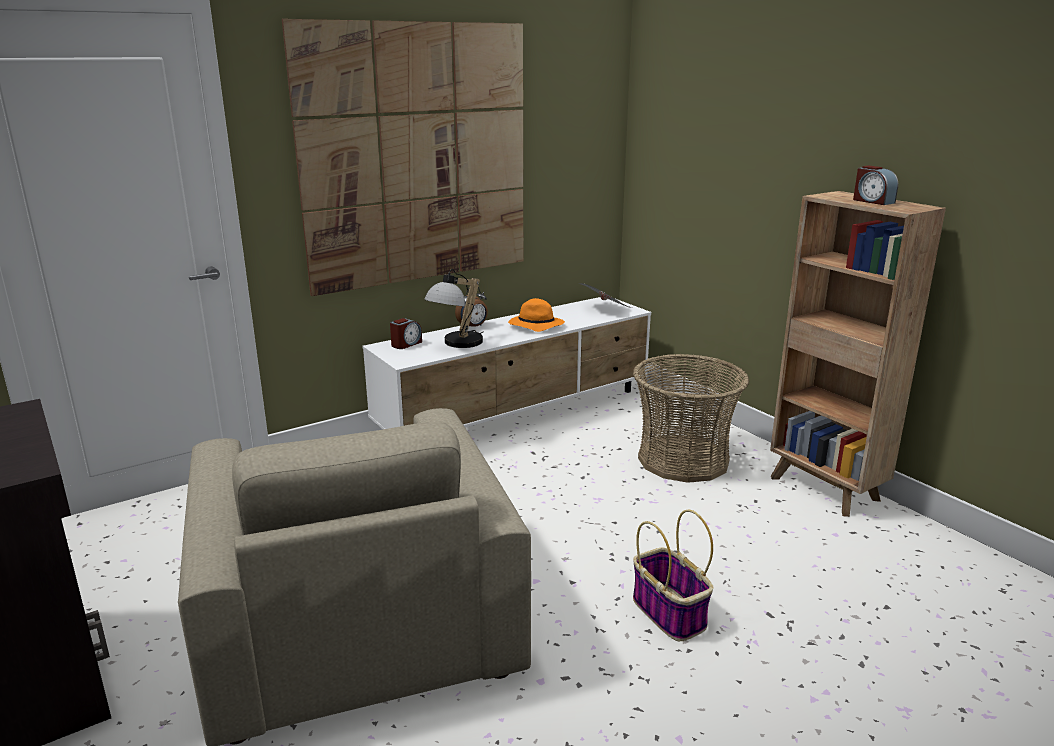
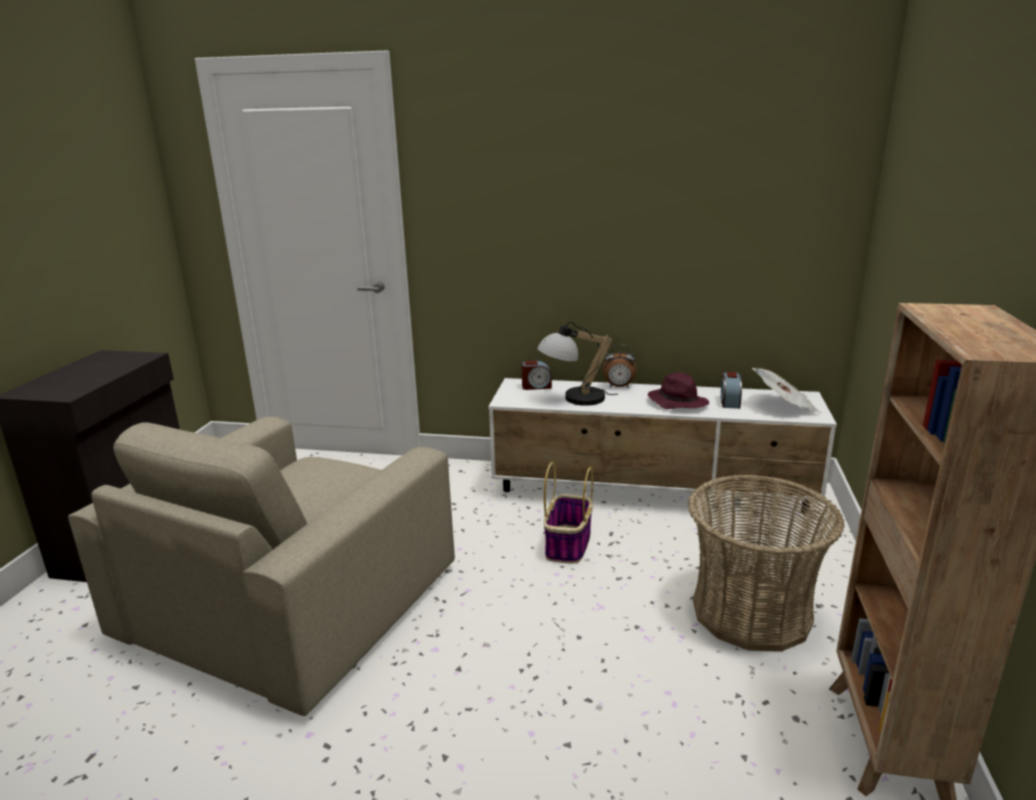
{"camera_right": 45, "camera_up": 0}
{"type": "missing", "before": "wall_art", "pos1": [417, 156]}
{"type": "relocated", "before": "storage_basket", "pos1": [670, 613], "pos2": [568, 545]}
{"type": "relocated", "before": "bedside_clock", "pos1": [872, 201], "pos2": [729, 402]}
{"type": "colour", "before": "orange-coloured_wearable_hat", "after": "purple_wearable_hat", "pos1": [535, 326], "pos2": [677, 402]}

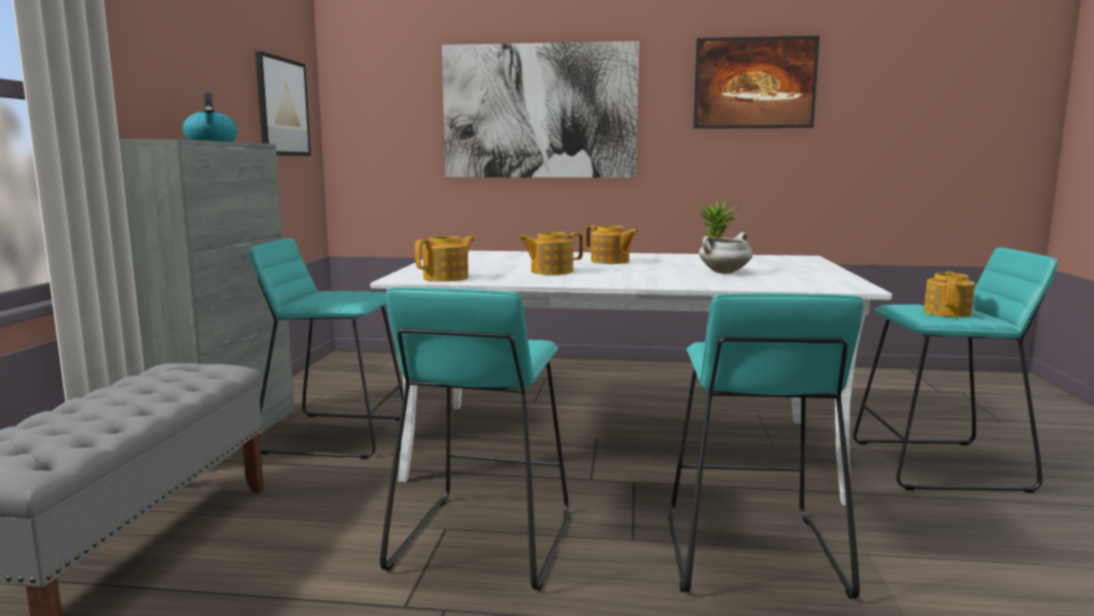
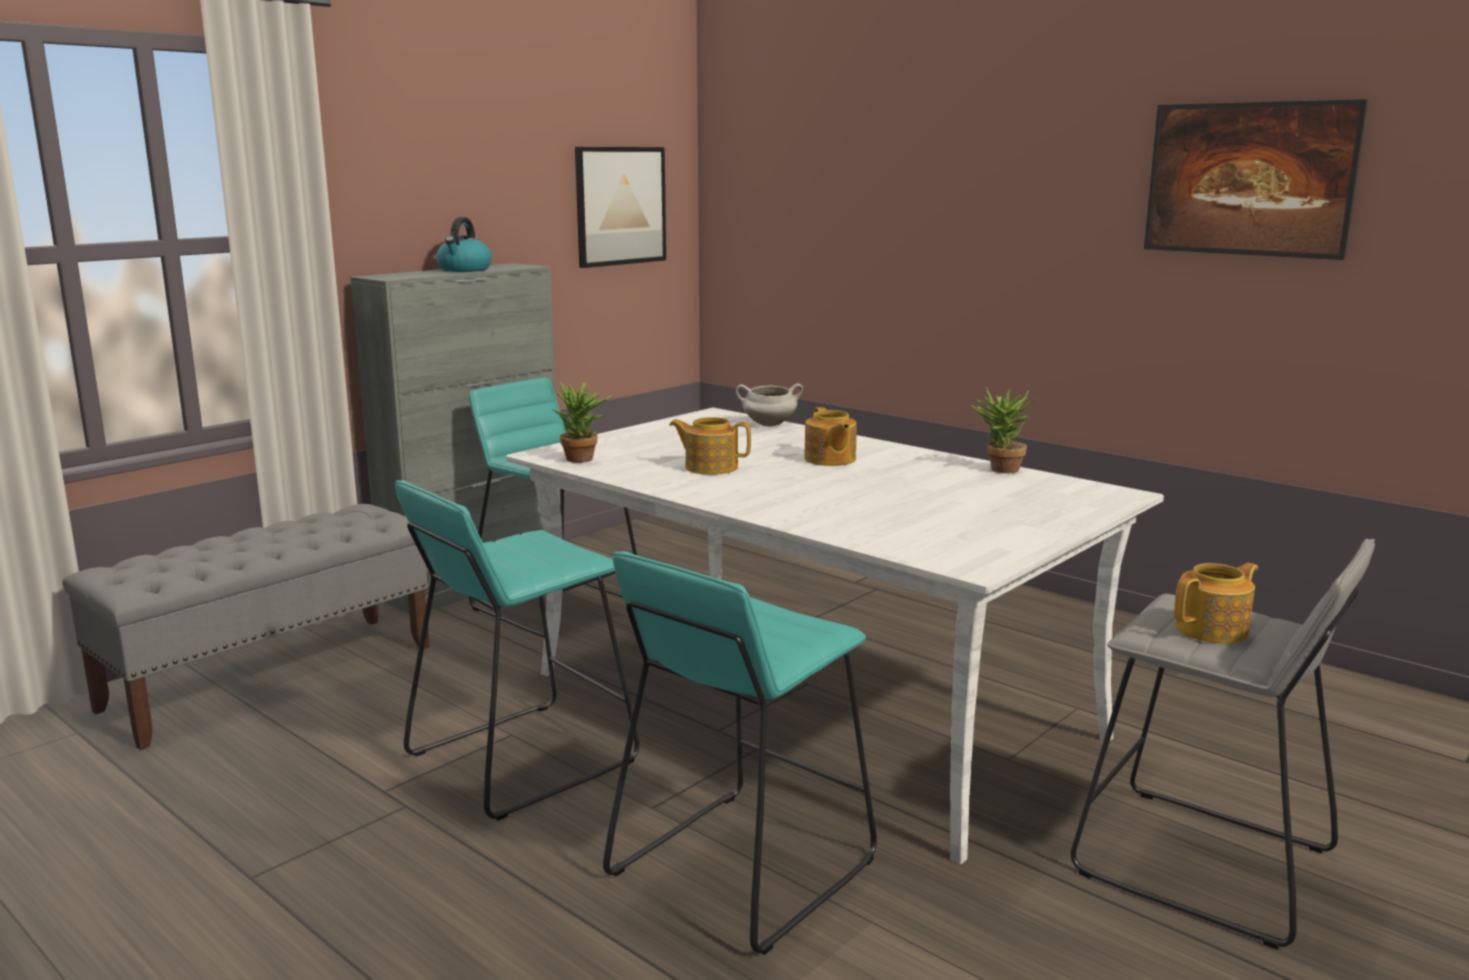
{"camera_right": 35, "camera_up": 5}
{"type": "missing", "before": "wall_art", "pos1": [539, 111]}
{"type": "relocated", "before": "white_stockpot", "pos1": [724, 273], "pos2": [768, 425]}
{"type": "exchanged", "before": "teapot", "after": "potted_plant", "pos1": [447, 278], "pos2": [584, 460]}
{"type": "colour", "before": "turquoise-coloured_stool_seat", "after": "gray_stool_seat", "pos1": [939, 466], "pos2": [1203, 864]}

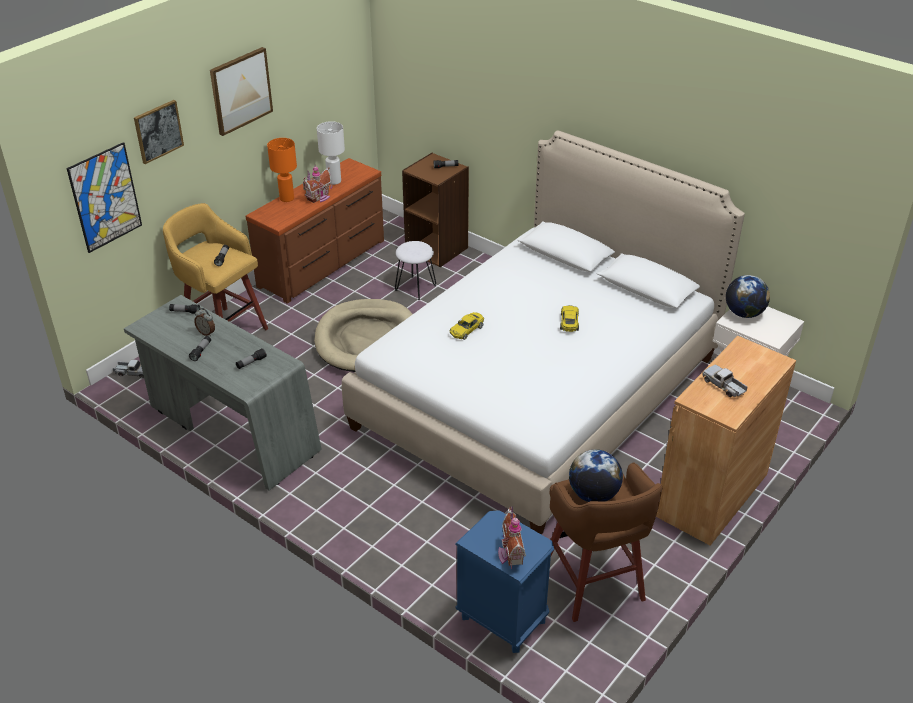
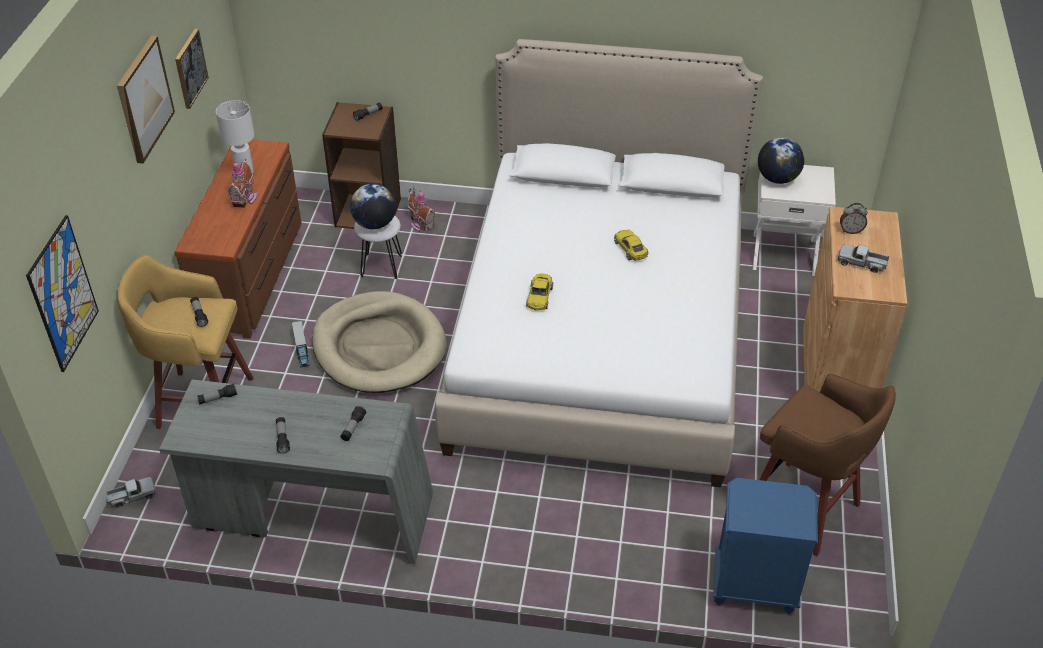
{"camera_right": -30, "camera_up": 5}
{"type": "missing", "before": "orange-coloured_tabletop_lamp", "pos1": [287, 198]}
{"type": "appeared", "after": "toy_lorry", "pos2": [301, 349]}
{"type": "relocated", "before": "wall_art", "pos1": [158, 131], "pos2": [190, 68]}
{"type": "relocated", "before": "bedside_clock", "pos1": [206, 332], "pos2": [851, 231]}
{"type": "relocated", "before": "model_house", "pos1": [509, 554], "pos2": [420, 224]}
{"type": "relocated", "before": "world_globe", "pos1": [593, 494], "pos2": [374, 224]}

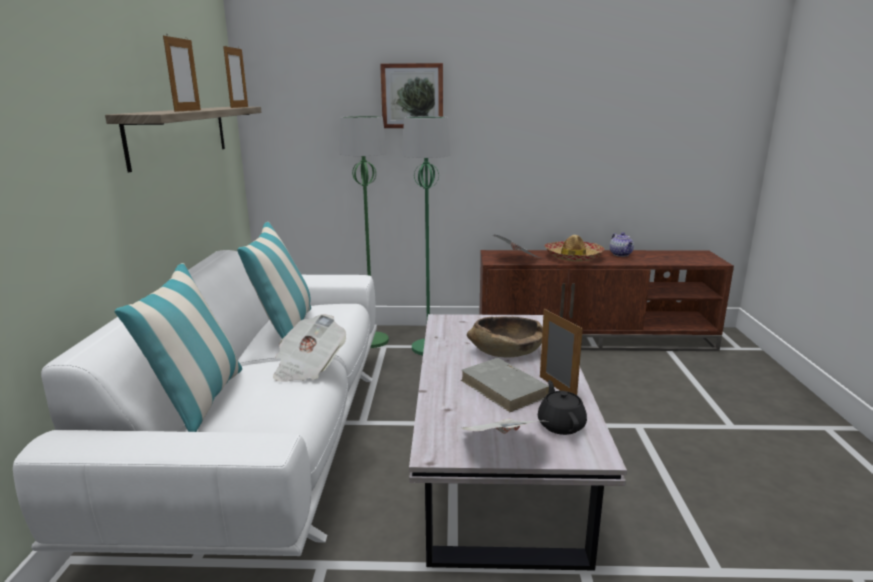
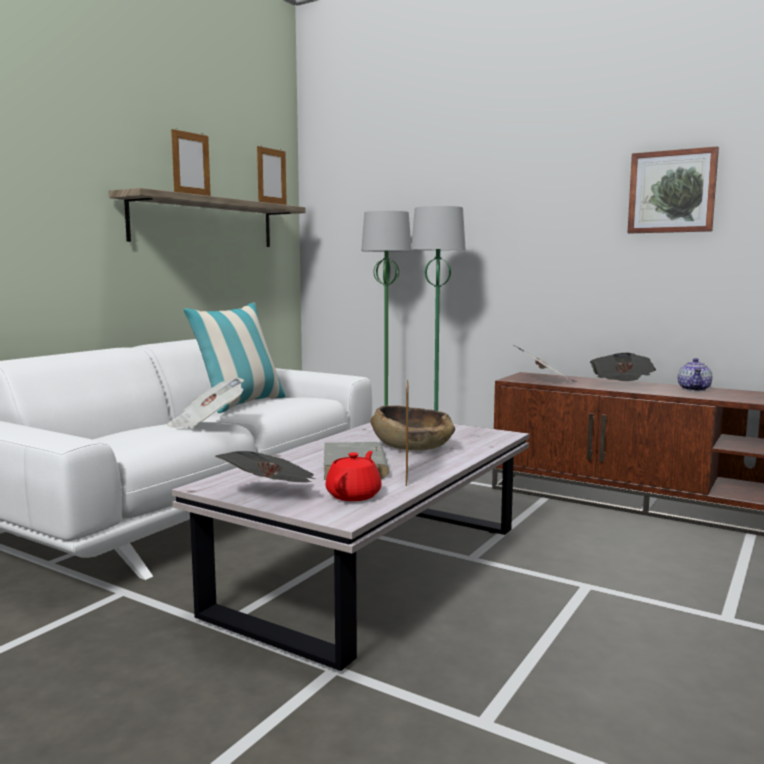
{"camera_right": 30, "camera_up": -10}
{"type": "missing", "before": "throw_pillow", "pos1": [199, 400]}
{"type": "relocated", "before": "wall_art", "pos1": [412, 96], "pos2": [672, 192]}
{"type": "exchanged", "before": "wearable_hat", "after": "newspaper", "pos1": [573, 257], "pos2": [621, 385]}
{"type": "colour", "before": "black-coloured_teapot", "after": "red-coloured_teapot", "pos1": [561, 424], "pos2": [354, 495]}

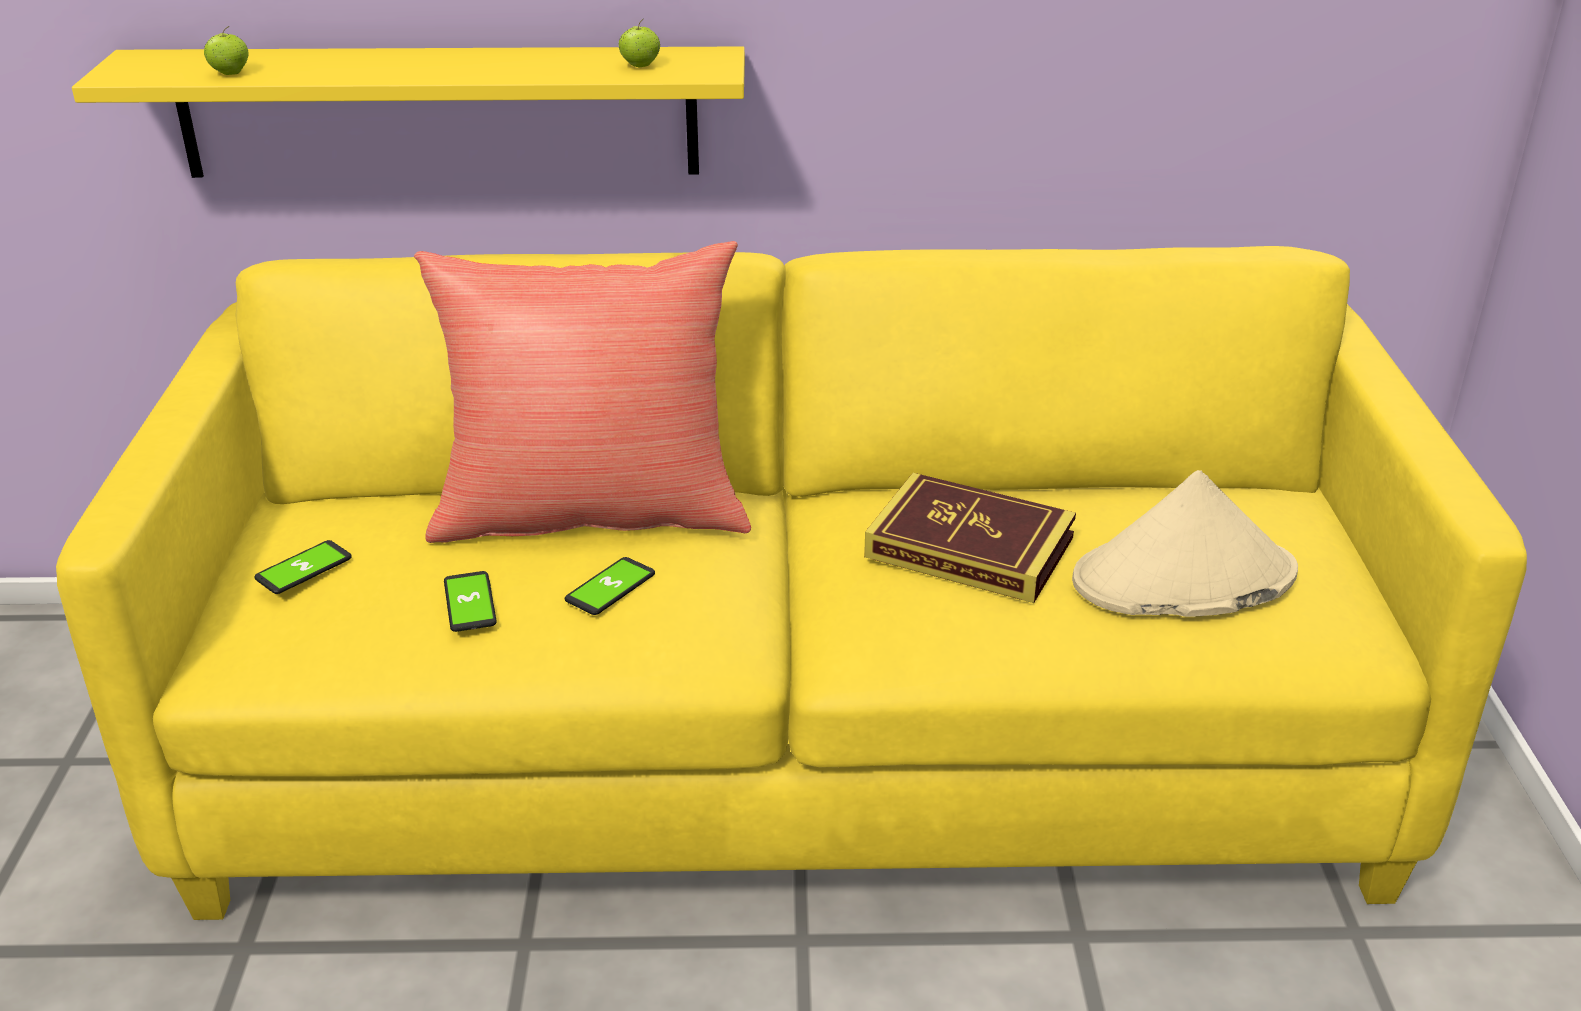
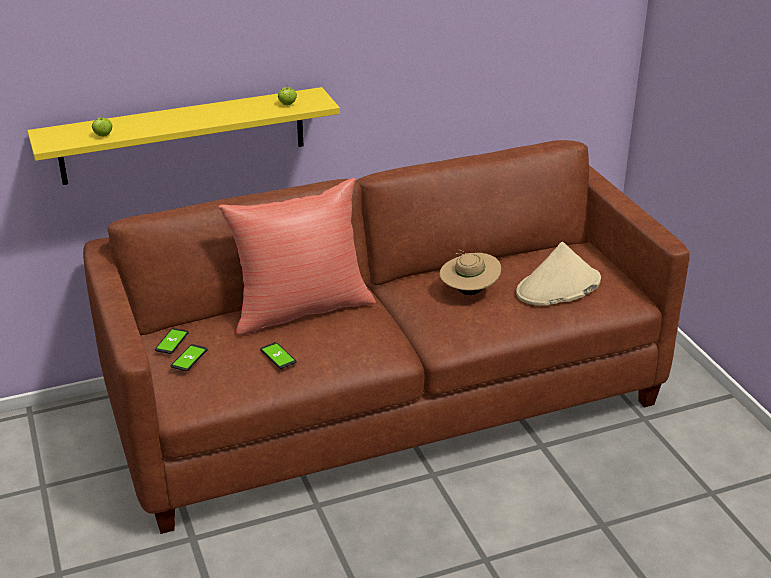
{"camera_right": -20, "camera_up": 0}
{"type": "relocated", "before": "phone", "pos1": [610, 588], "pos2": [172, 342]}
{"type": "exchanged", "before": "bound_book", "after": "beige-coloured_wearable_hat", "pos1": [969, 547], "pos2": [469, 291]}
{"type": "colour", "before": "yellowish_couch", "after": "brownish_couch", "pos1": [794, 746], "pos2": [386, 401]}

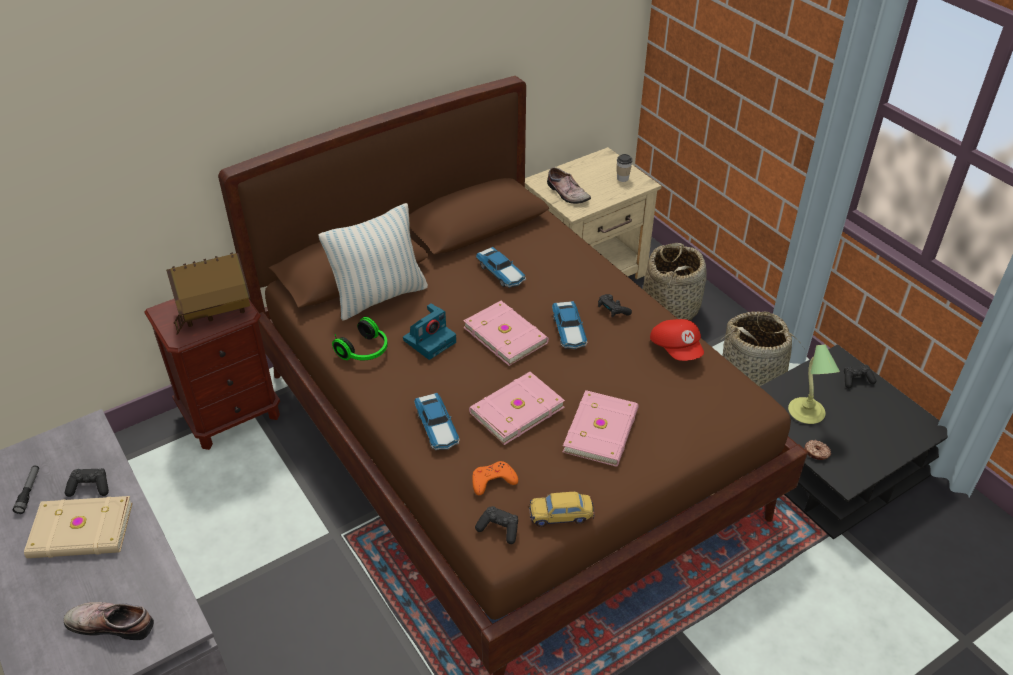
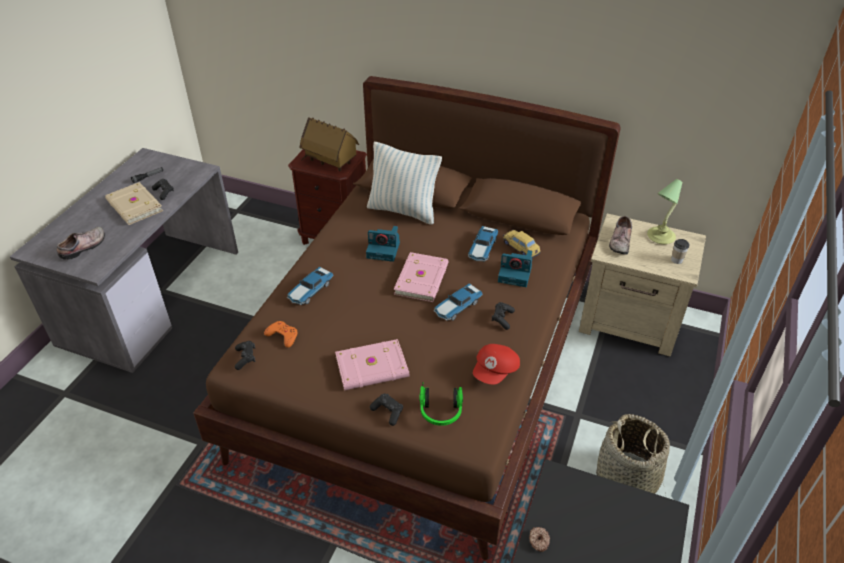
{"camera_right": 55, "camera_up": 0}
{"type": "missing", "before": "pinkish_bound_book", "pos1": [515, 409]}
{"type": "missing", "before": "storage_basket", "pos1": [671, 307]}
{"type": "appeared", "after": "photo_camera", "pos2": [515, 274]}
{"type": "relocated", "before": "pair_of_headphones", "pos1": [365, 351], "pos2": [440, 413]}
{"type": "relocated", "before": "toy_car", "pos1": [561, 515], "pos2": [521, 248]}
{"type": "relocated", "before": "tabletop_lamp", "pos1": [806, 413], "pos2": [660, 236]}
{"type": "relocated", "before": "black-coloured_joypad", "pos1": [856, 380], "pos2": [388, 412]}
{"type": "spun", "before": "low_shoe", "pos1": [112, 622], "pos2": [84, 247], "turn": 60}

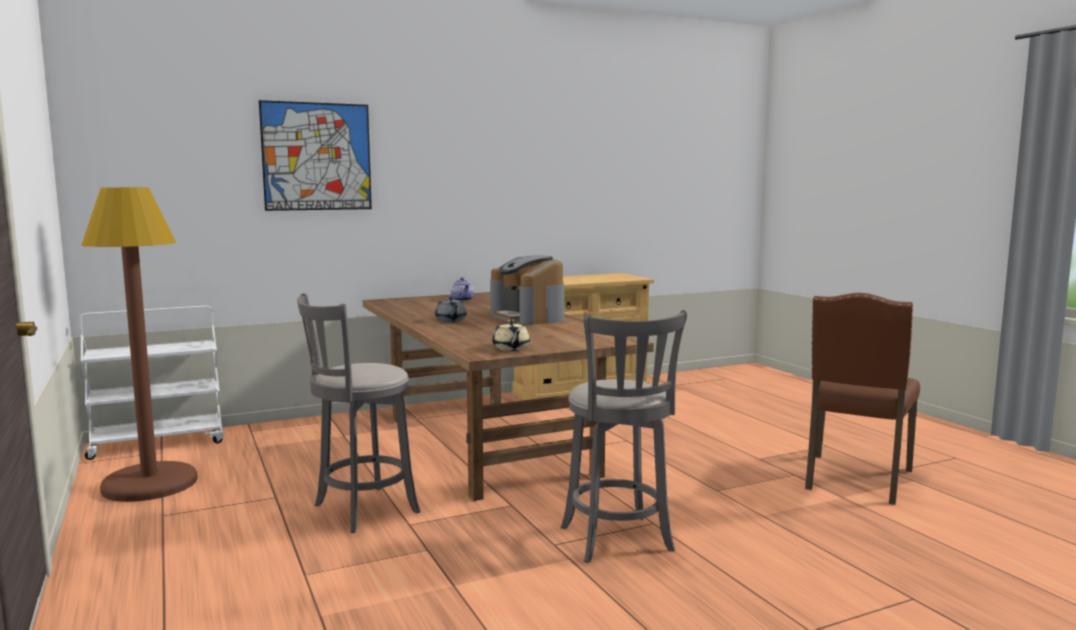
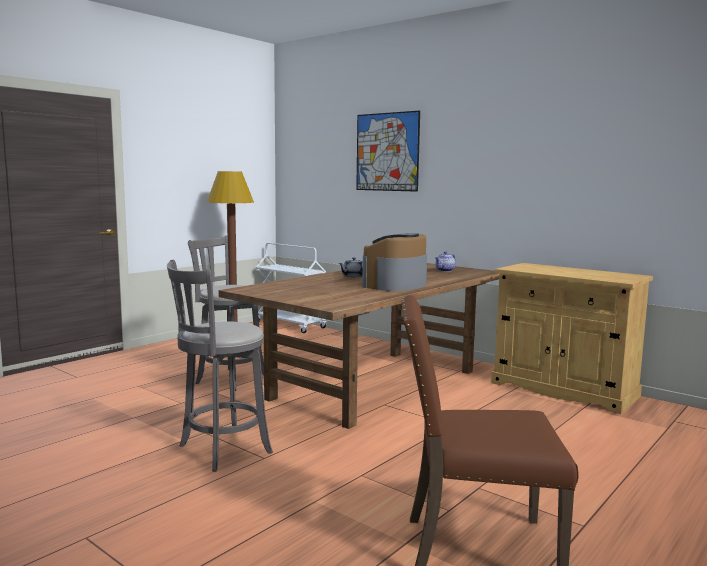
{"camera_right": 65, "camera_up": 0}
{"type": "missing", "before": "beige-coloured_teapot", "pos1": [511, 348]}

